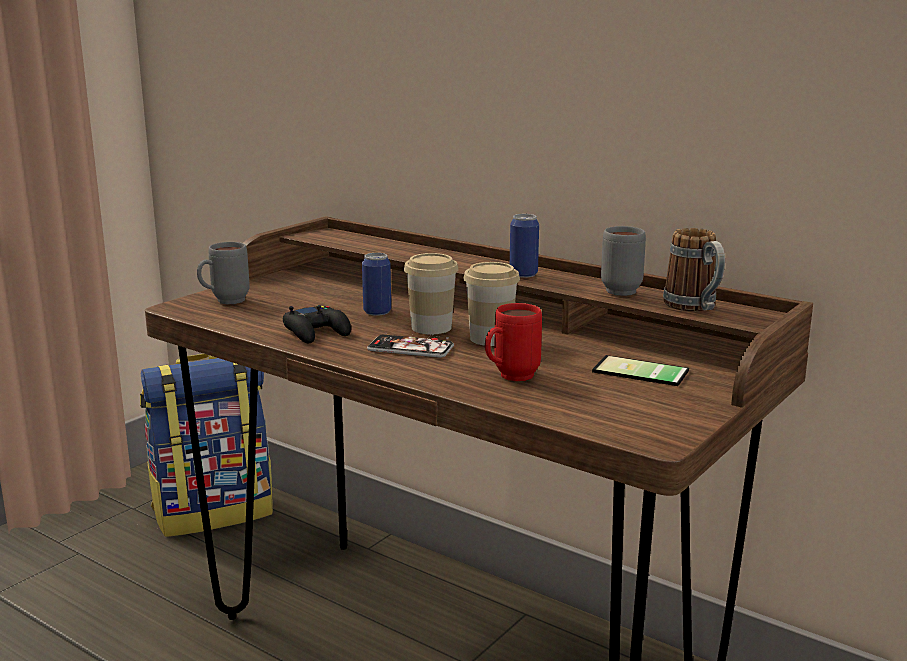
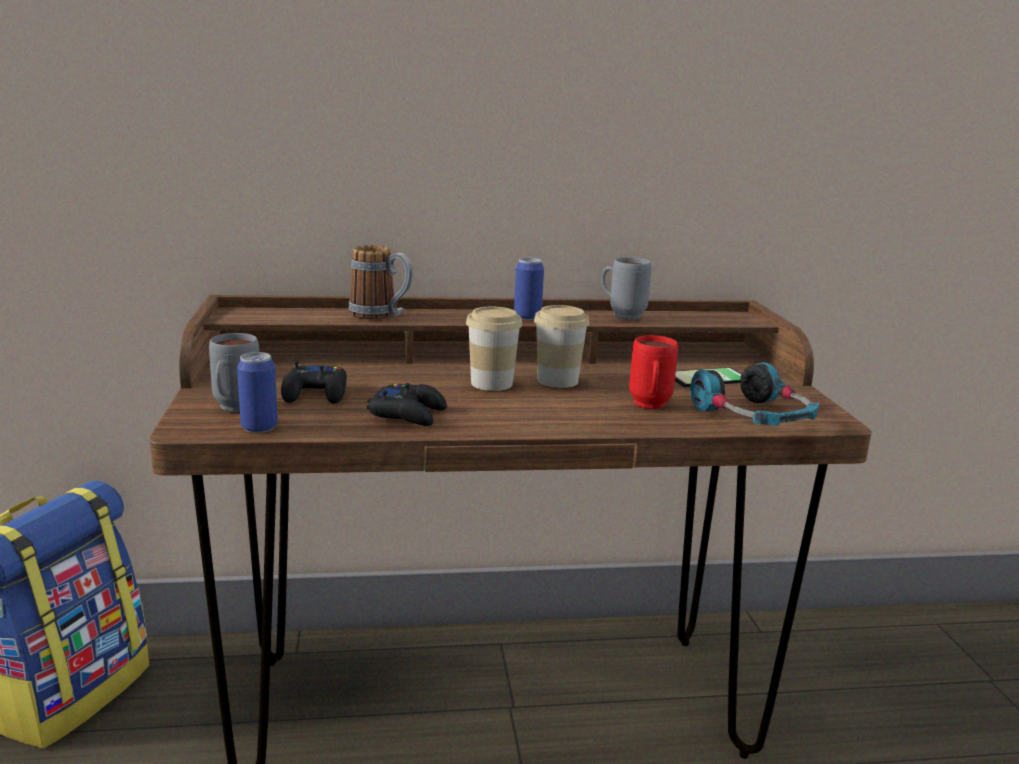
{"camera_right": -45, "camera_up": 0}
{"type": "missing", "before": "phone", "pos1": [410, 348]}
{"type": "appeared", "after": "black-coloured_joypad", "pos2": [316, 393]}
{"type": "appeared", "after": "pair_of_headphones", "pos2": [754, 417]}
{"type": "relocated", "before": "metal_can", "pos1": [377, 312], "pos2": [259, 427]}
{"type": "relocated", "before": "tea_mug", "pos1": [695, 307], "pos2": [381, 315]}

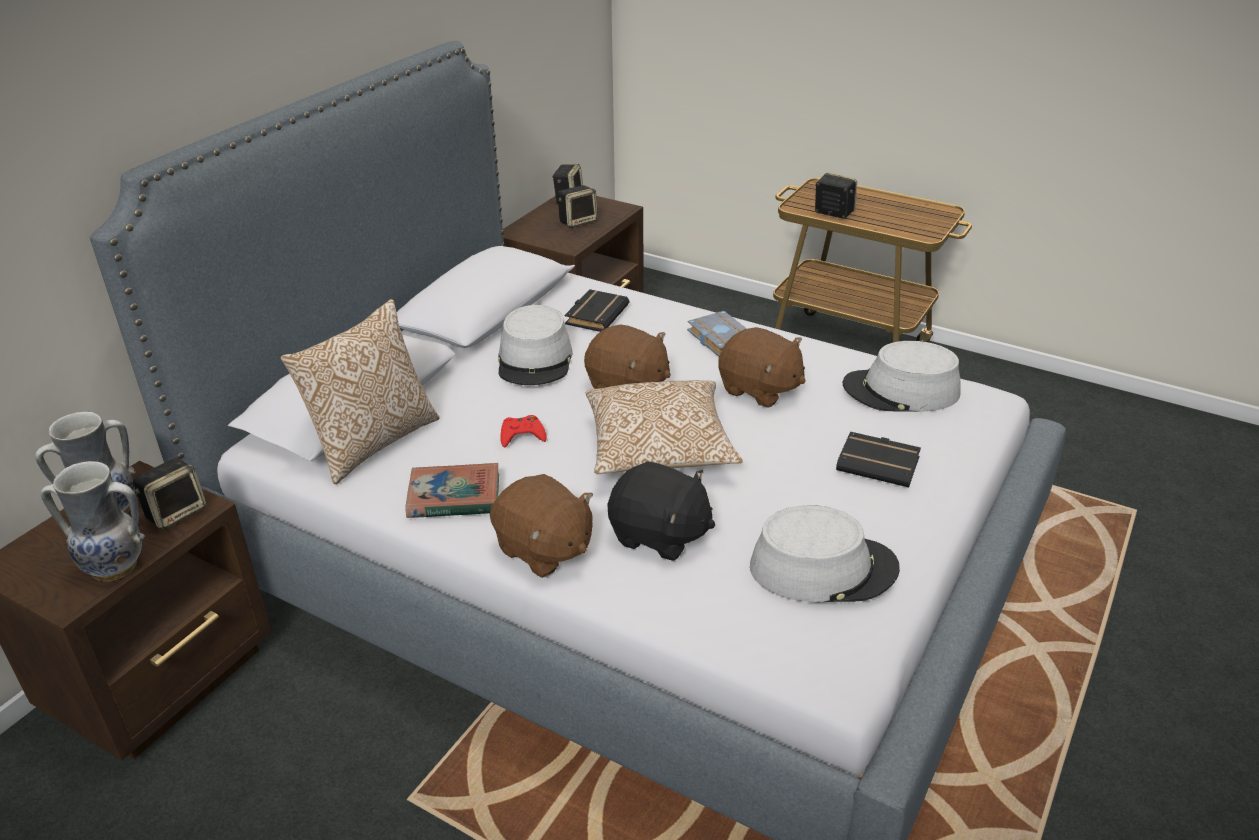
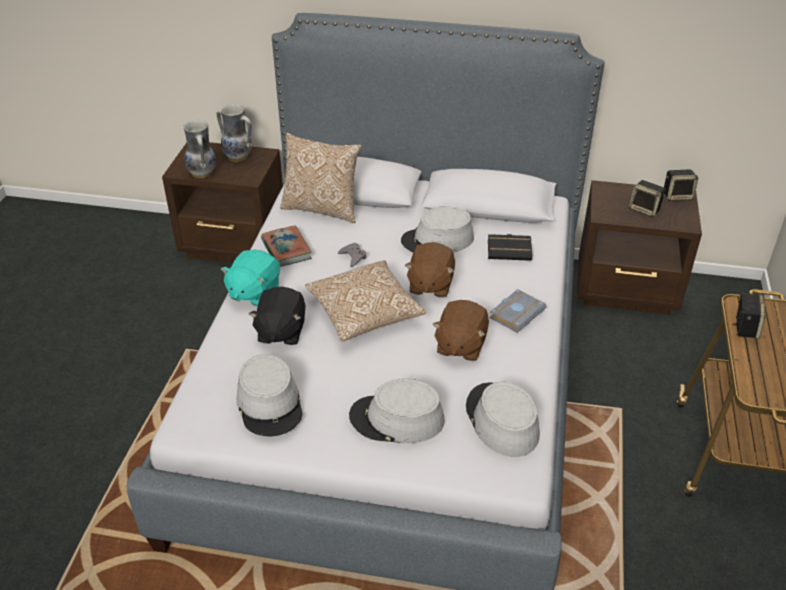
{"camera_right": 70, "camera_up": 5}
{"type": "missing", "before": "audio_speaker", "pos1": [176, 512]}
{"type": "exchanged", "before": "black-coloured_bound_book", "after": "gray_wearable_hat", "pos1": [879, 464], "pos2": [397, 419]}
{"type": "colour", "before": "brownish_soft_toy", "after": "turquoise-coloured_soft_toy", "pos1": [544, 550], "pos2": [253, 292]}
{"type": "colour", "before": "red-coloured_joypad", "after": "gray_joypad", "pos1": [522, 435], "pos2": [353, 257]}

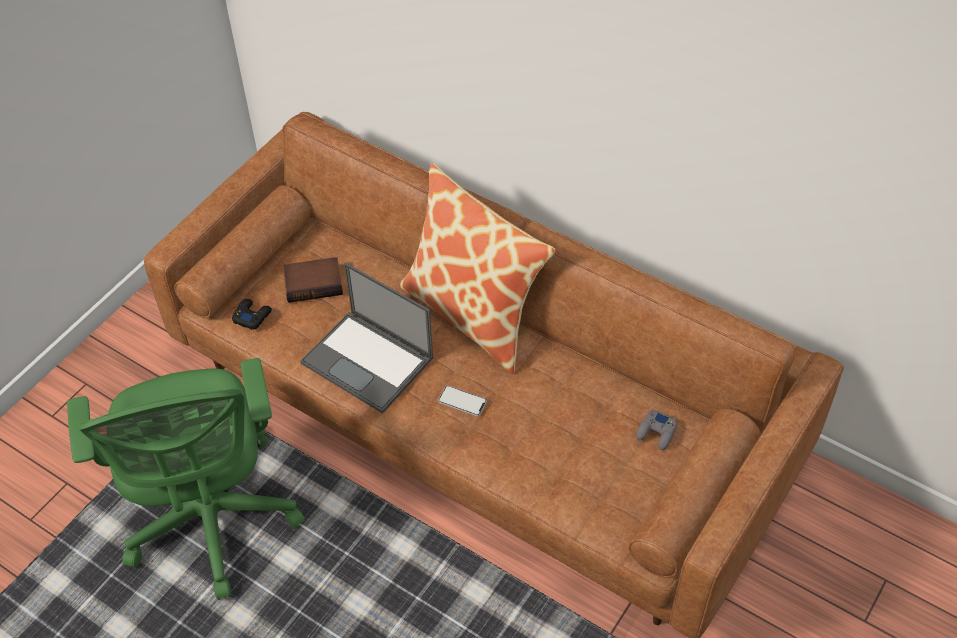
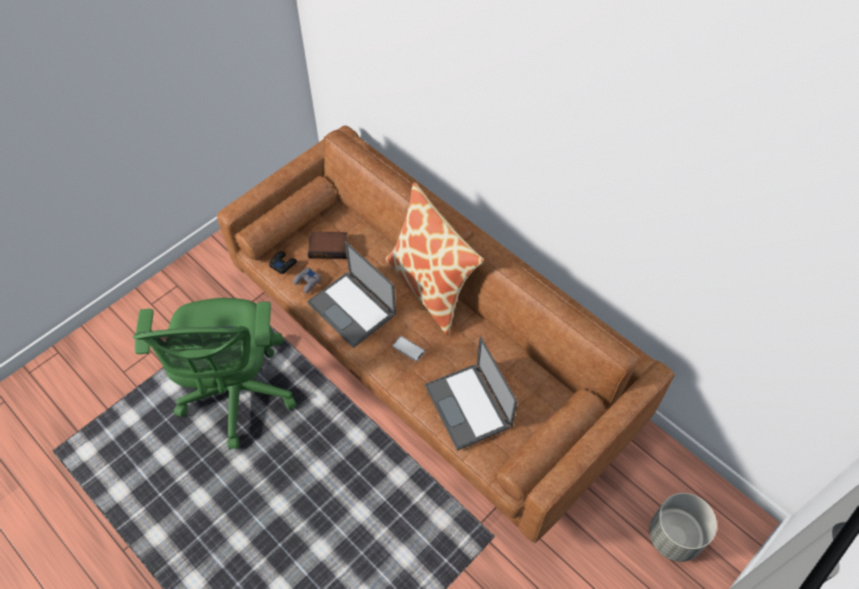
{"camera_right": 10, "camera_up": 5}
{"type": "appeared", "after": "laptop", "pos2": [469, 407]}
{"type": "appeared", "after": "gray_flower_pot", "pos2": [674, 537]}
{"type": "relocated", "before": "gray_joypad", "pos1": [657, 433], "pos2": [307, 282]}

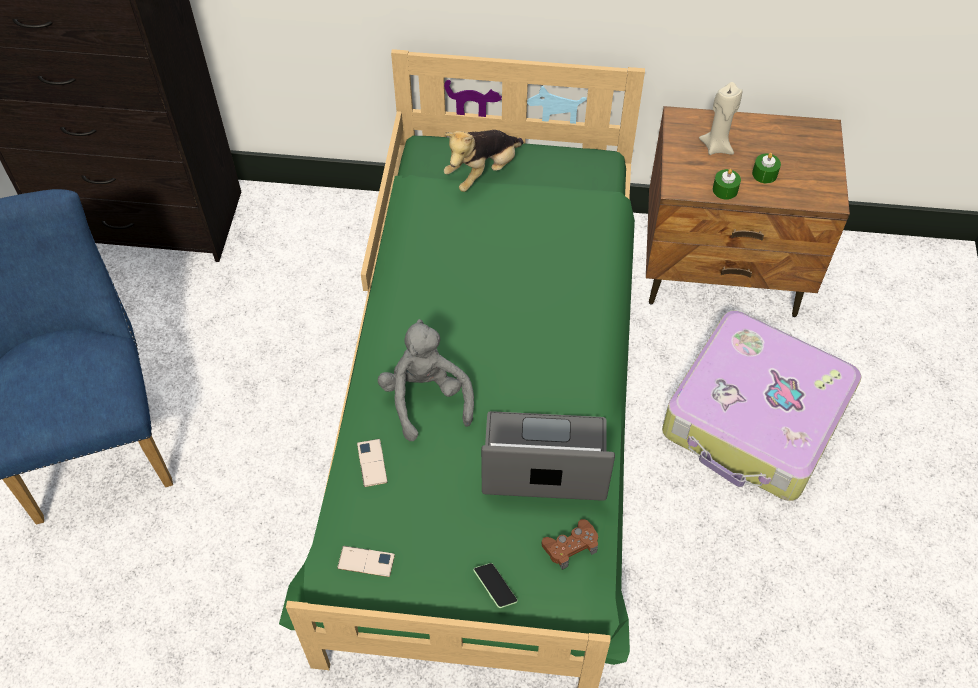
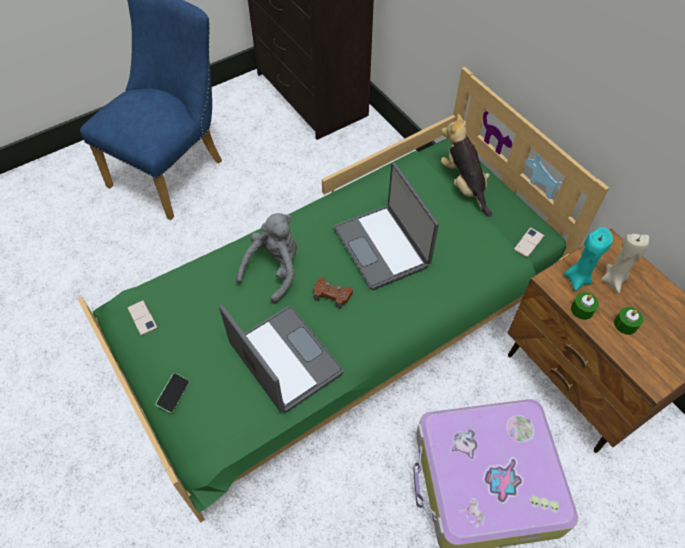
{"camera_right": 50, "camera_up": 0}
{"type": "appeared", "after": "laptop", "pos2": [383, 247]}
{"type": "appeared", "after": "turquoise-coloured_wax_candle", "pos2": [577, 278]}
{"type": "relocated", "before": "phone", "pos1": [372, 463], "pos2": [528, 242]}
{"type": "relocated", "before": "brownish_joypad", "pos1": [570, 546], "pos2": [332, 295]}
{"type": "spun", "before": "soft_toy", "pos1": [483, 172], "pos2": [464, 185], "turn": 60}

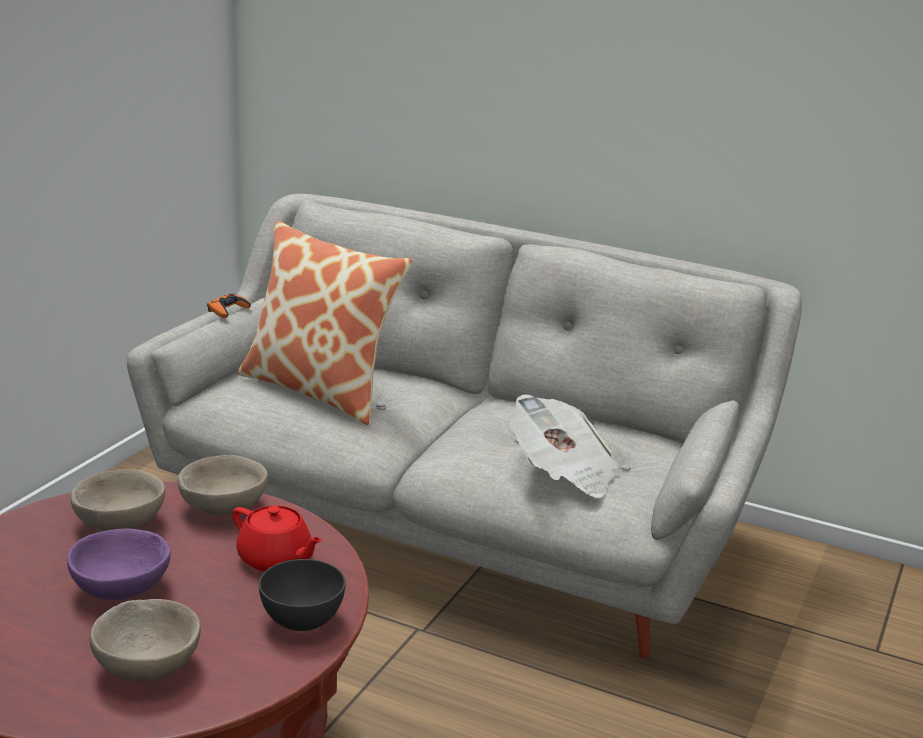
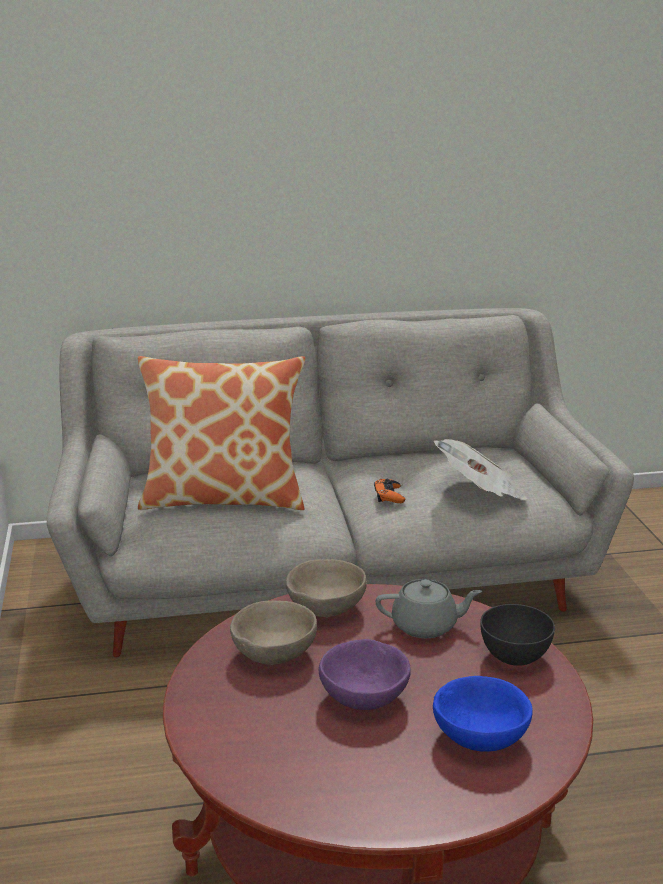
{"camera_right": -35, "camera_up": 0}
{"type": "relocated", "before": "orange-coloured_joypad", "pos1": [228, 310], "pos2": [389, 495]}
{"type": "colour", "before": "beige-coloured_deep_dish", "after": "bluish_deep_dish", "pos1": [148, 667], "pos2": [481, 738]}
{"type": "colour", "before": "red-coloured_teapot", "after": "gray_teapot", "pos1": [275, 559], "pos2": [426, 626]}

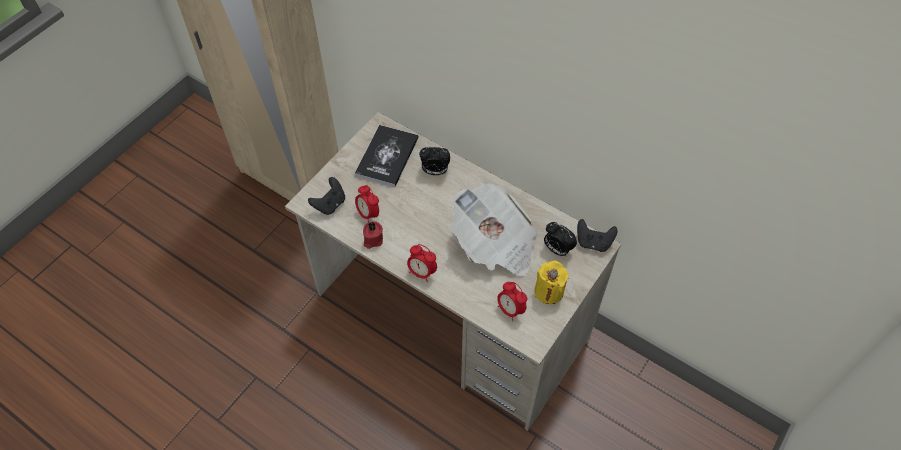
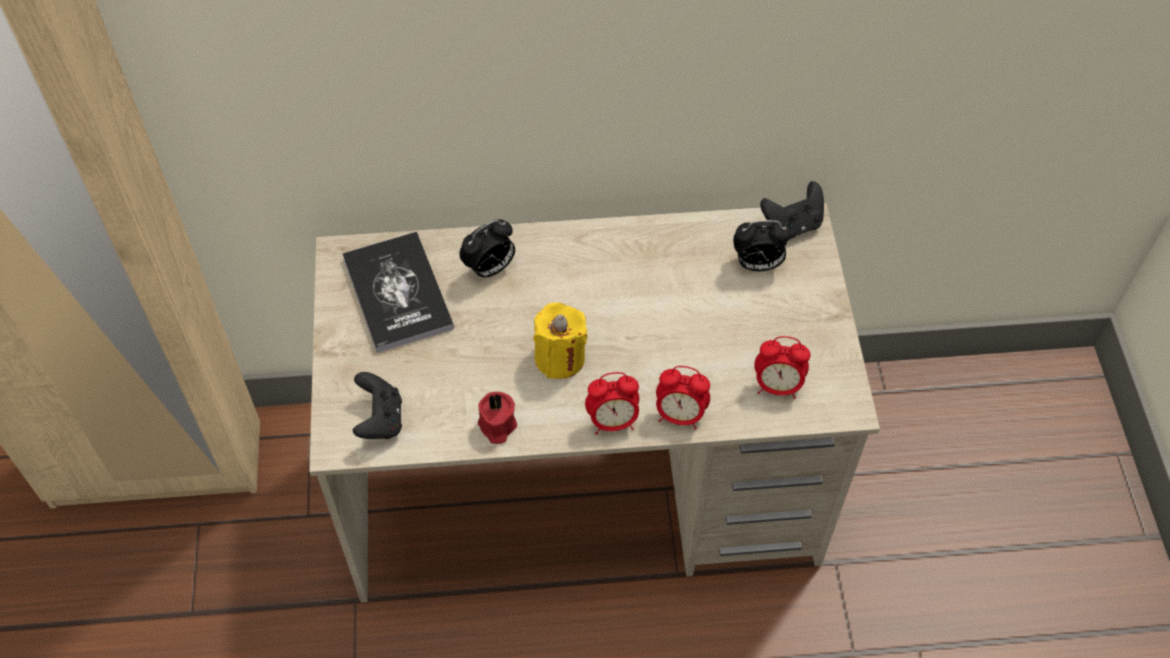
{"camera_right": -40, "camera_up": 0}
{"type": "missing", "before": "newspaper", "pos1": [495, 244]}
{"type": "relocated", "before": "bedside_clock", "pos1": [368, 214], "pos2": [680, 415]}
{"type": "relocated", "before": "yellowish_wax_candle", "pos1": [549, 291], "pos2": [560, 358]}

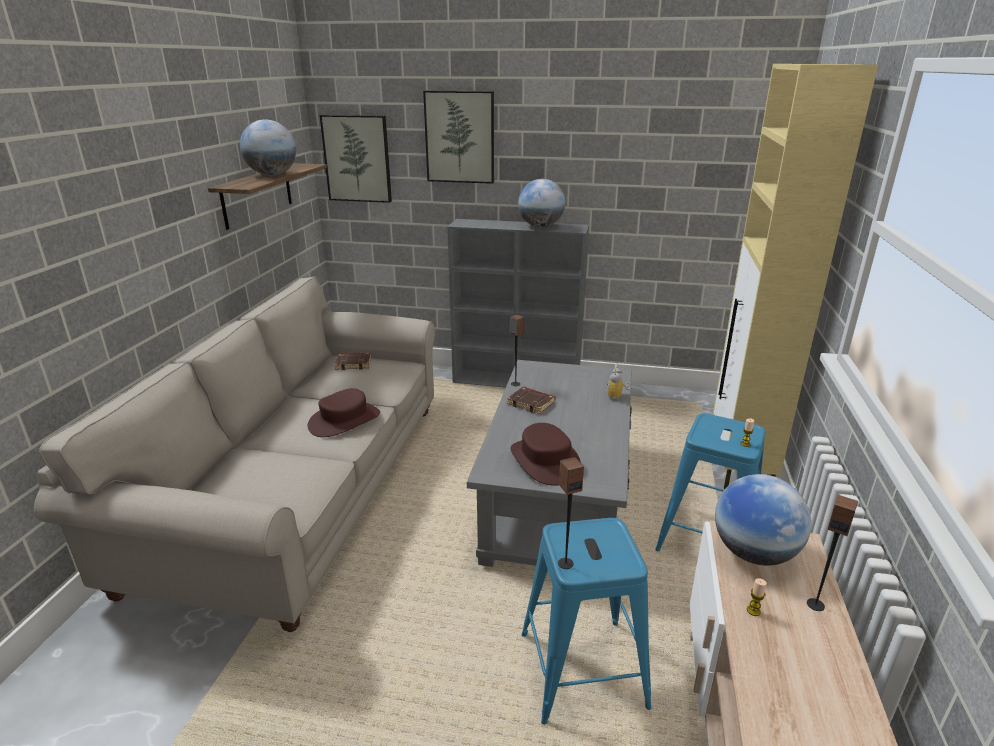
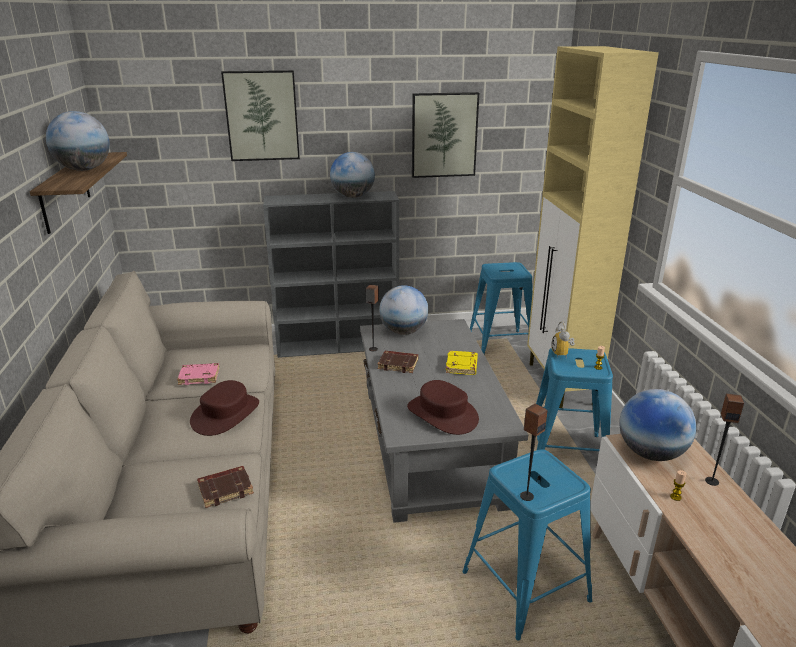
{"camera_right": -20, "camera_up": 0}
{"type": "appeared", "after": "pinkish_bound_book", "pos2": [200, 376]}
{"type": "appeared", "after": "world_globe", "pos2": [403, 332]}
{"type": "appeared", "after": "yellowish_bound_book", "pos2": [462, 366]}
{"type": "appeared", "after": "bluish_stool_seat", "pos2": [500, 344]}
{"type": "relocated", "before": "wall_art", "pos1": [357, 158], "pos2": [444, 135]}
{"type": "relocated", "before": "brownish_bound_book", "pos1": [354, 364], "pos2": [226, 489]}
{"type": "relocated", "before": "bedside_clock", "pos1": [617, 397], "pos2": [562, 354]}

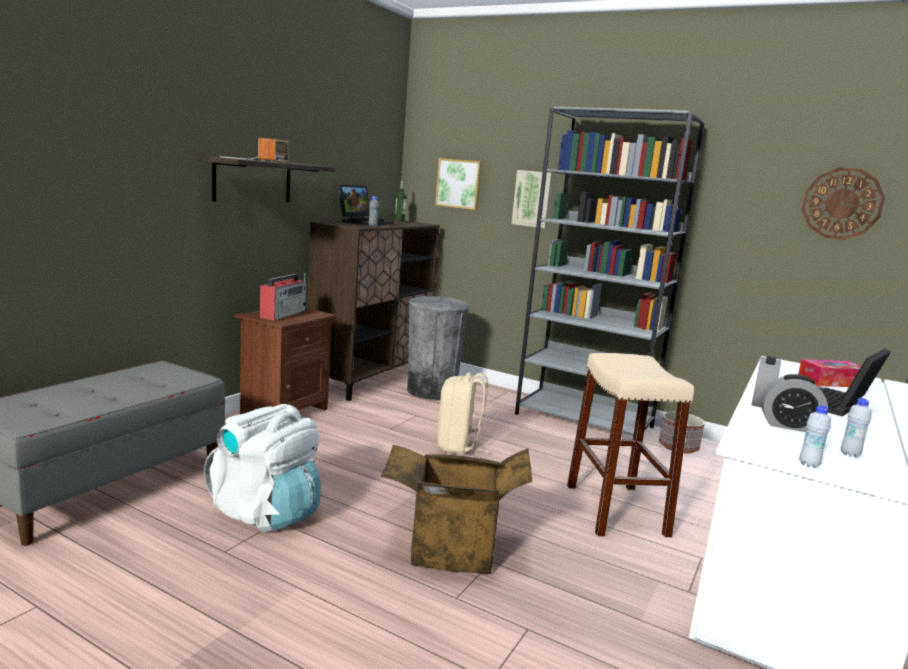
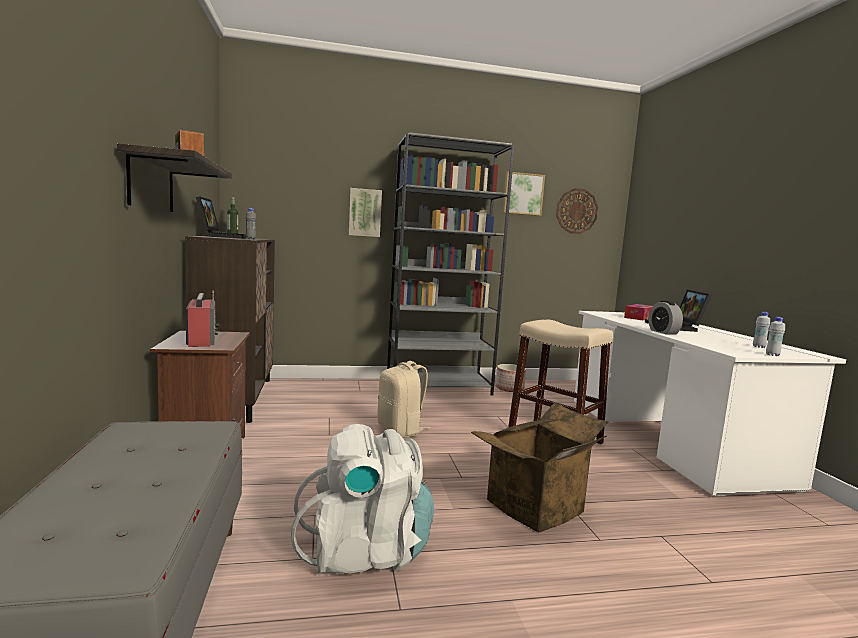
{"camera_right": -40, "camera_up": -5}
{"type": "missing", "before": "gray_trash_can", "pos1": [432, 391]}
{"type": "missing", "before": "bedside_clock", "pos1": [789, 426]}
{"type": "relocated", "before": "wall_art", "pos1": [459, 184], "pos2": [522, 194]}

